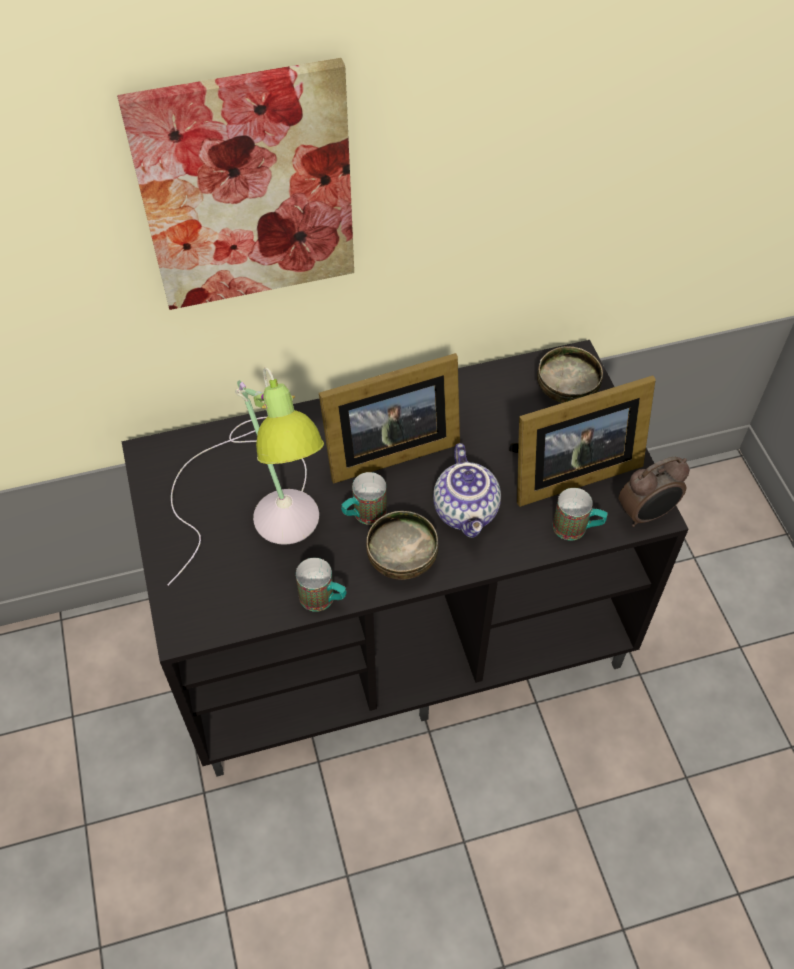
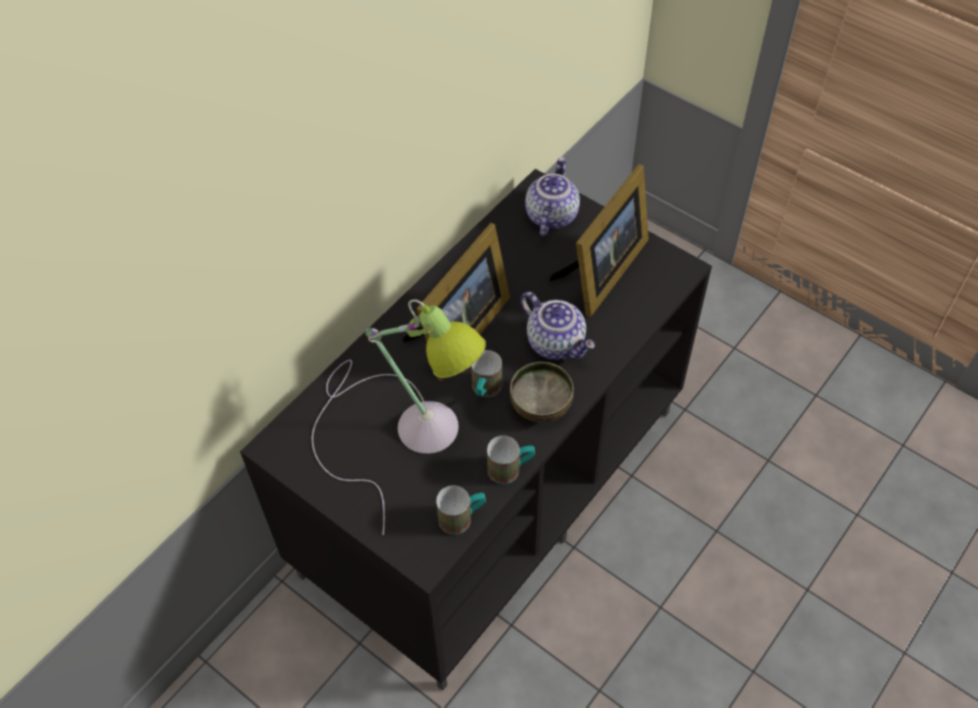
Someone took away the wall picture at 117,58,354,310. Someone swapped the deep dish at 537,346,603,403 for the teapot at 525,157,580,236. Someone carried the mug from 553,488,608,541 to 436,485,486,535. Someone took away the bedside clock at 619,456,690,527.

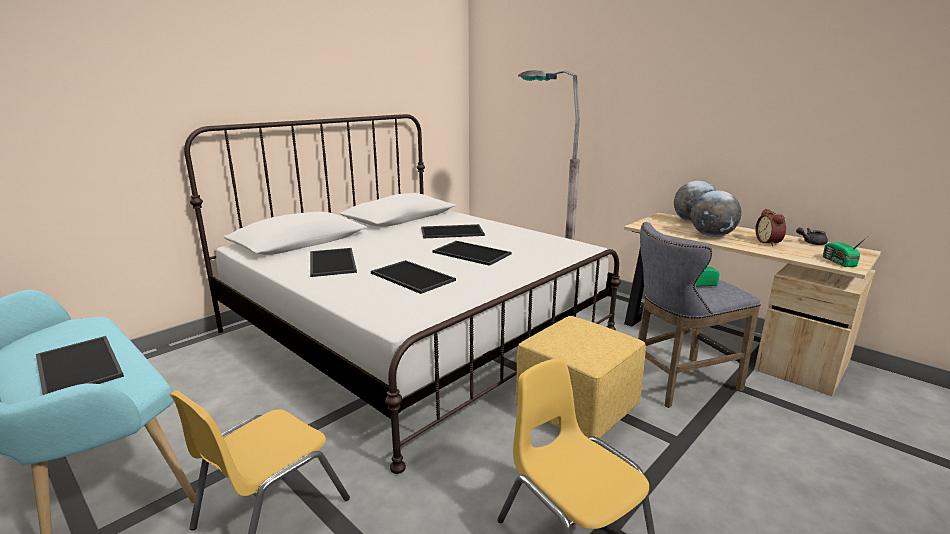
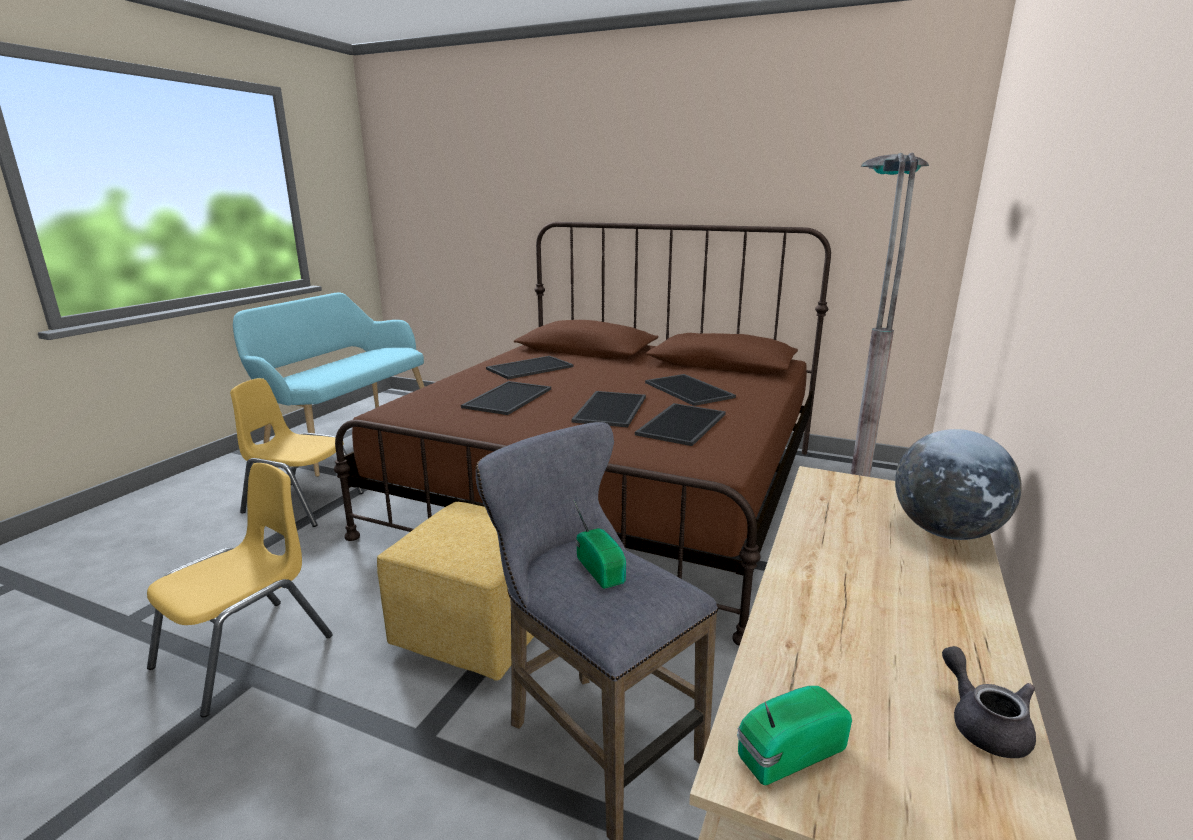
Someone carried the tray from 36,336,124,395 to 635,403,726,446. Someone repainted the bed/whitish at 184,114,621,474, which became the bed/brownish at 334,222,831,646. Someone took away the world globe at 691,190,742,237. Someone took away the bedside clock at 755,209,786,246.

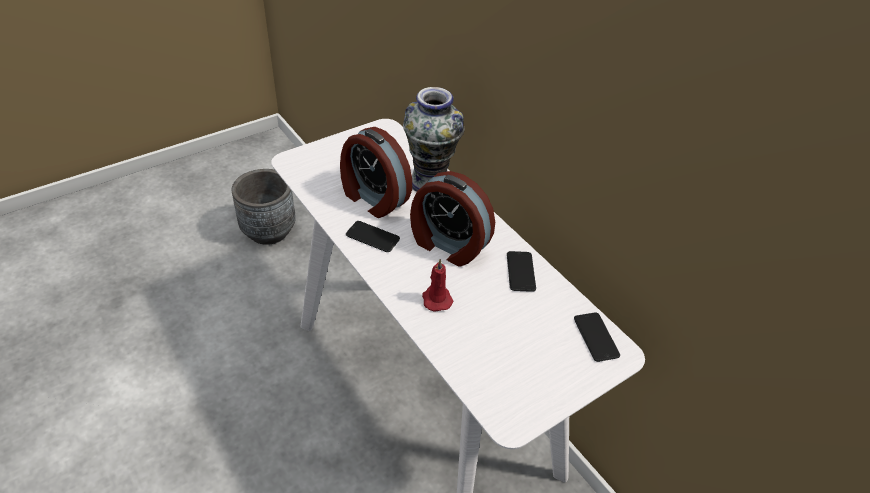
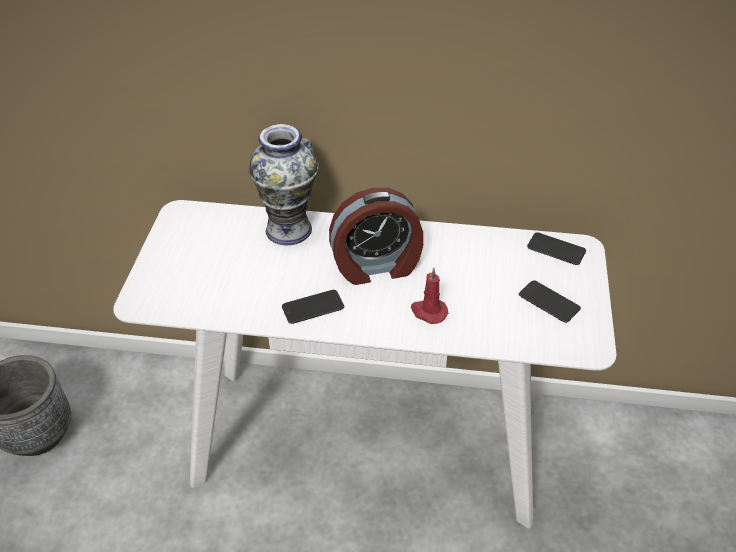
Someone took away the bedside clock at 340,127,412,218. Someone carried the phone from 507,251,536,292 to 519,280,581,323.

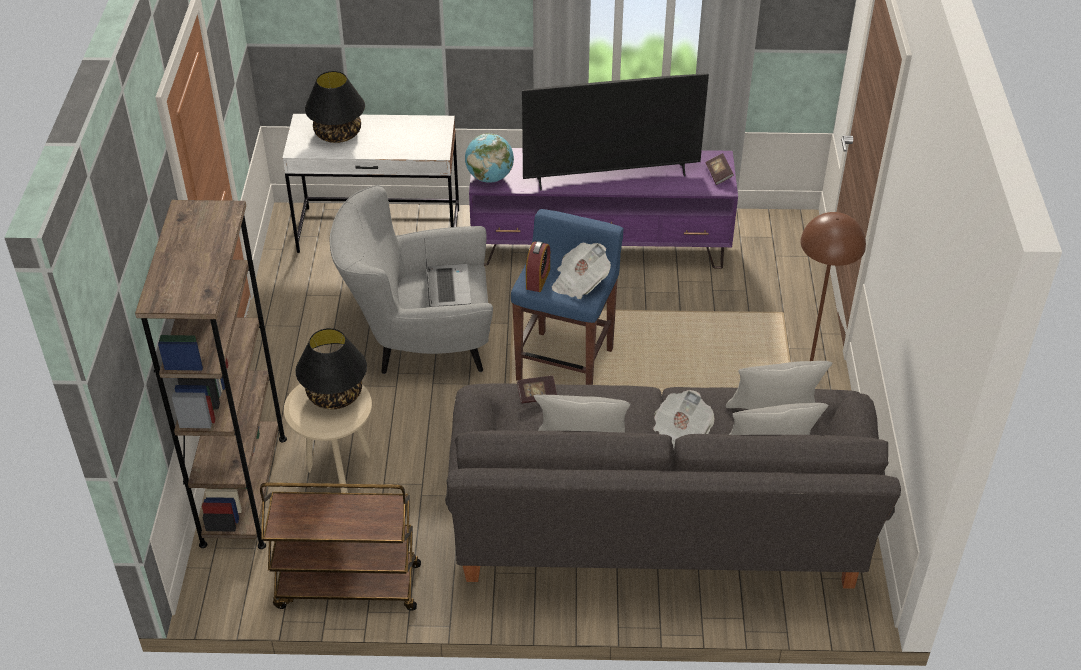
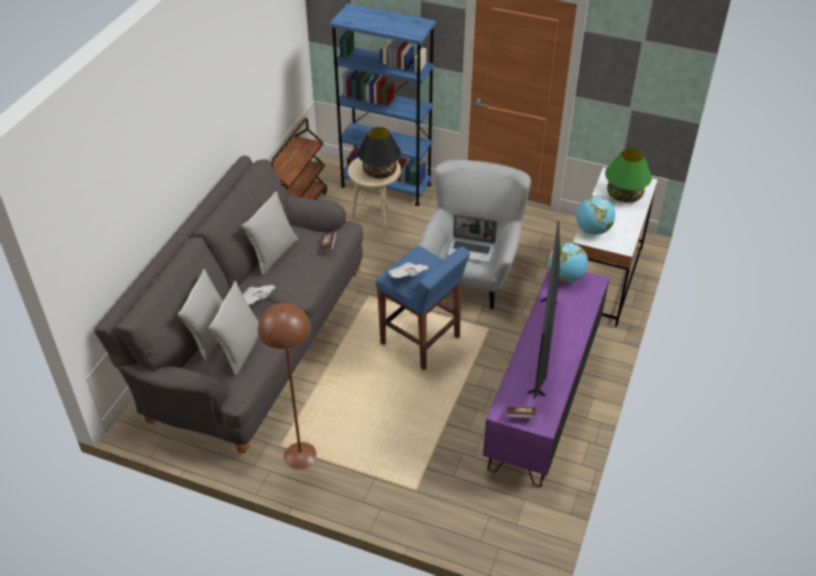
Someone repainted the shelving unit/brownish at 135,200,287,549, which became the shelving unit/blue at 329,3,436,206. Someone repainted the table lamp/black at 305,71,365,143, which became the table lamp/greenish at 605,148,652,203. Someone took away the bedside clock at 526,241,550,292. Someone put down the world globe at 576,196,615,235.

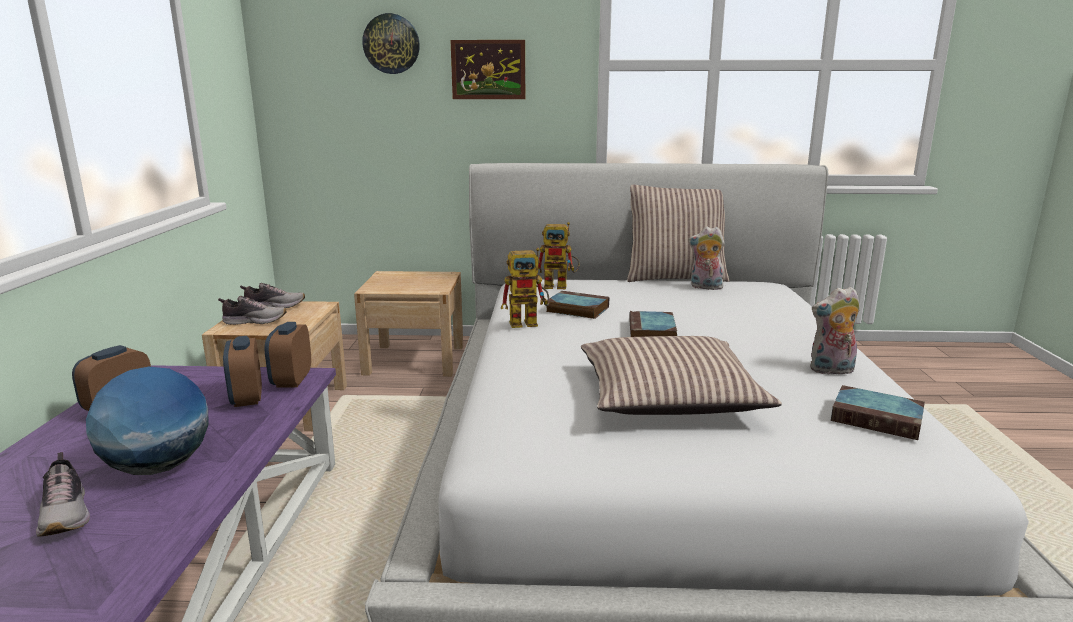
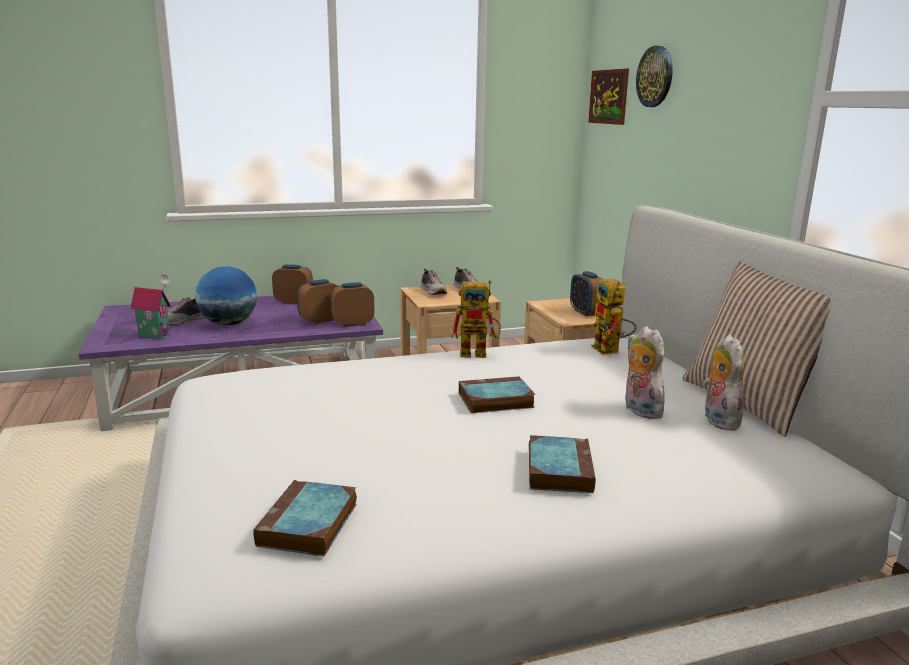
Someone carried the wall picture from 450,40,525,99 to 588,68,629,125. Someone rotated the robot figure at 501,248,550,328 by 60 degrees counterclockwise. Someone carried the volume from 546,291,609,319 to 529,435,596,493. Someone took away the pillow at 581,336,782,415. Someone carried the cuddly toy from 810,287,860,375 to 625,326,665,419. Someone put down the miniature house at 131,274,171,339. Someone put down the bedside clock at 570,271,602,316.

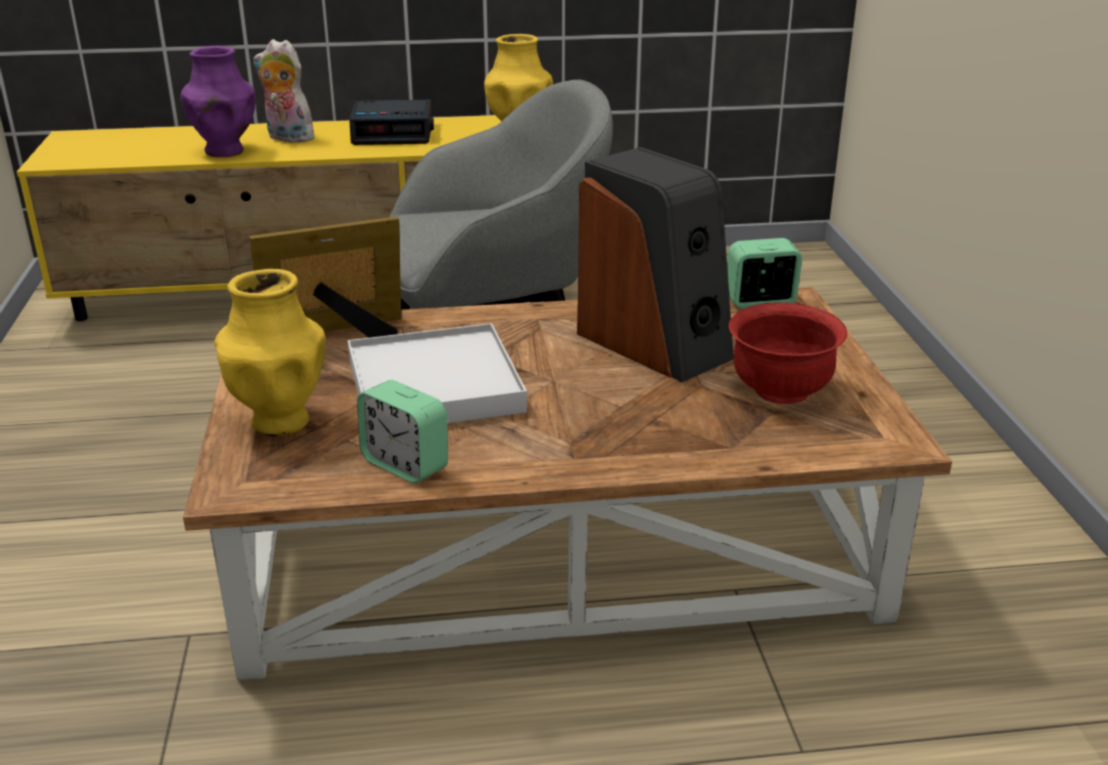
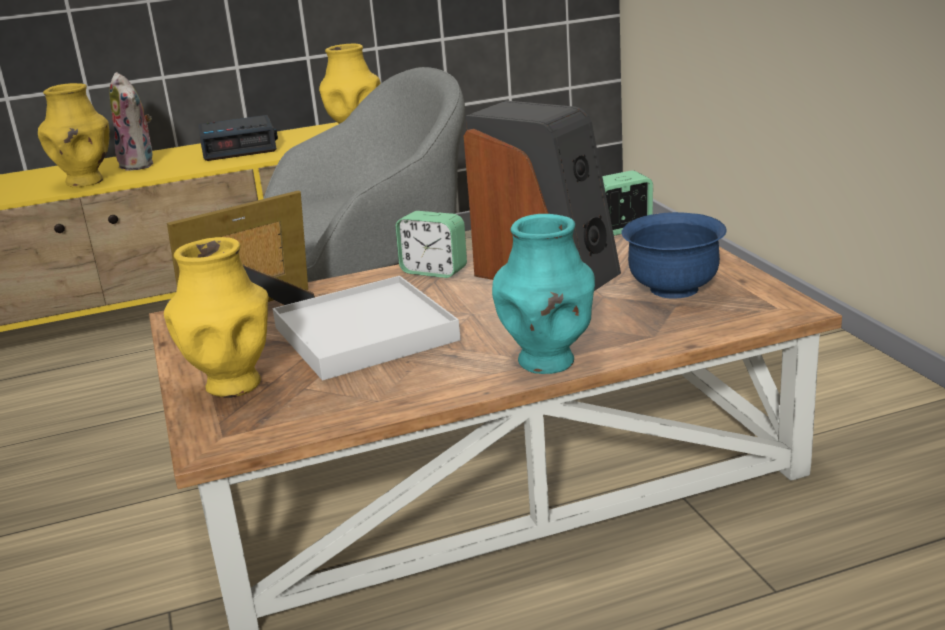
Someone repainted the vase/purple-coloured at 181,46,256,157, which became the vase/yellow-coloured at 38,83,109,187. Someone rotated the cuddly toy at 253,39,317,144 by 135 degrees counterclockwise. Someone carried the bedside clock from 357,380,448,483 to 396,211,467,278. Someone repainted the deep dish/red-coloured at 729,302,847,404, which became the deep dish/blue at 621,212,727,299. Someone put down the vase/turquoise-coloured at 492,214,595,374.

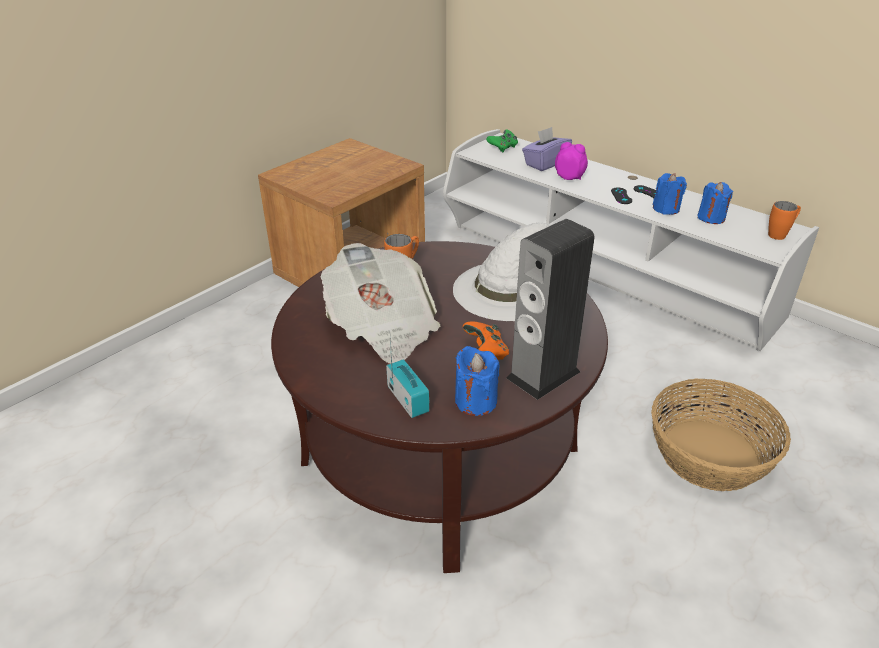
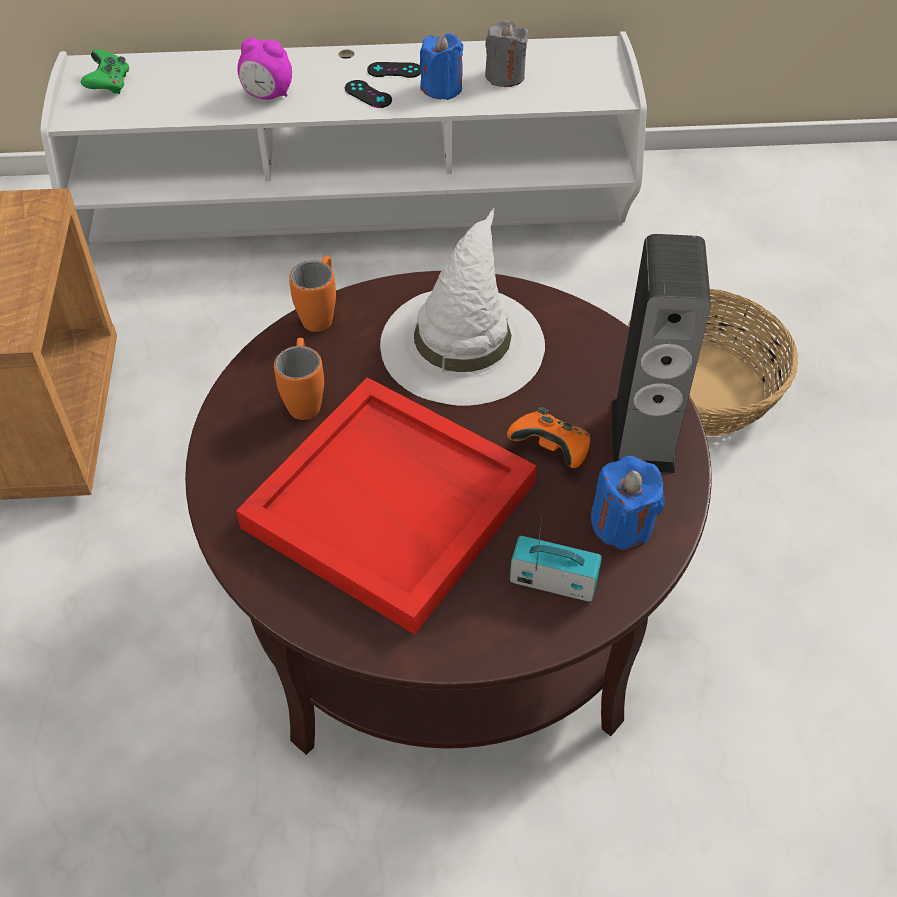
Someone swapped the newspaper at 321,243,440,364 for the tray/red-coloured at 236,377,537,634. Someone took away the tissue holder/purple-coloured at 522,127,572,171. Someone rotated the bedside clock at 555,142,588,180 by 150 degrees counterclockwise. Someone repainted the wax light/blue at 697,182,733,224, which became the wax light/gray at 485,20,528,87. Someone carried the mug/orange-coloured from 768,201,801,240 to 289,255,336,332.

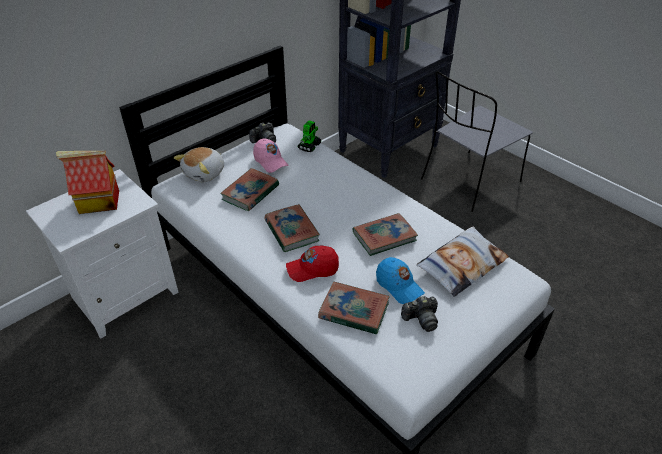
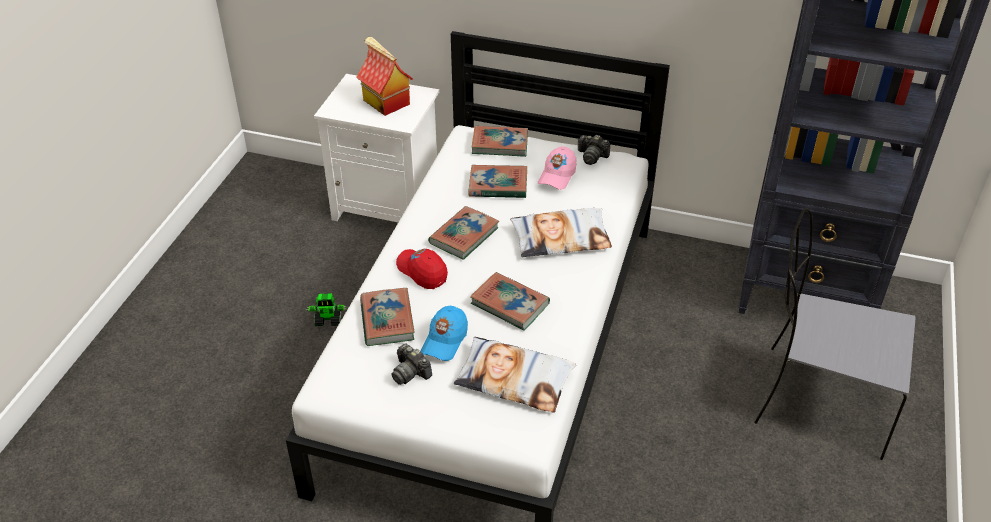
Someone swapped the cuddly toy at 174,147,224,182 for the volume at 472,126,528,157. Someone carried the robot figure from 298,120,322,152 to 306,293,348,326. Someone put down the pillow at 510,208,612,257.

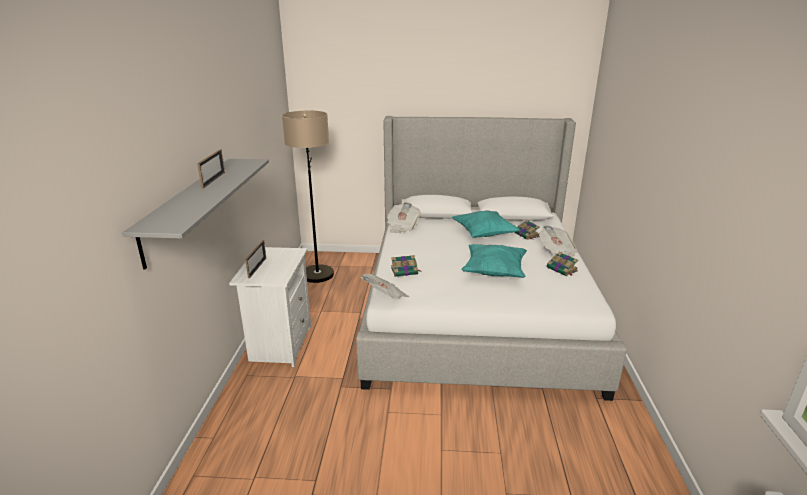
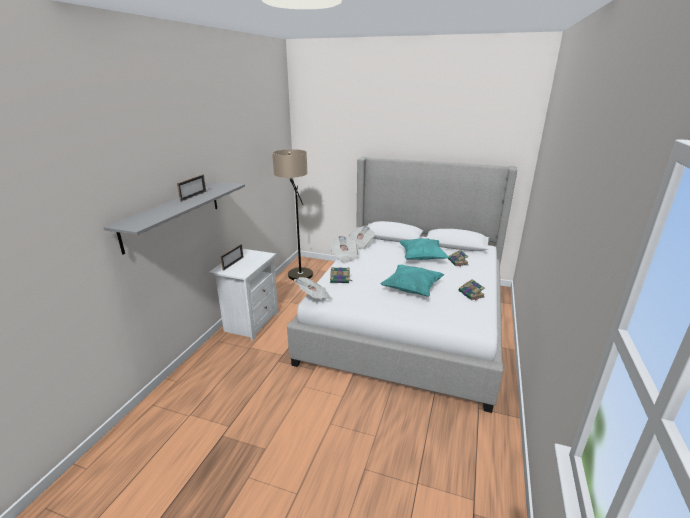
Someone carried the newspaper from 539,225,578,257 to 331,236,359,263.

